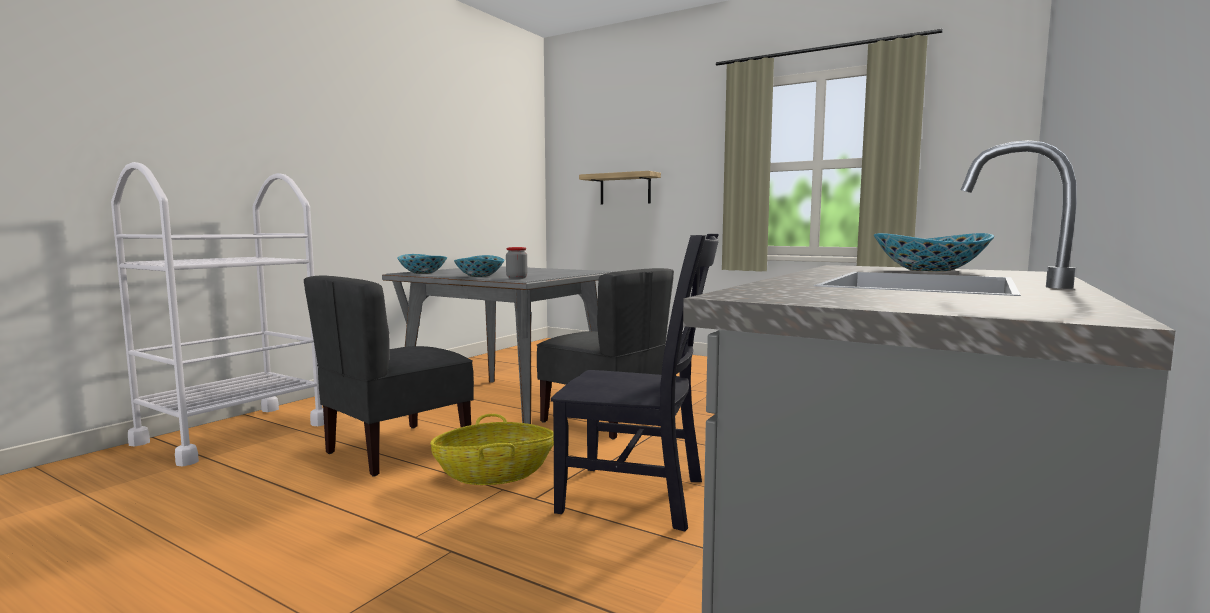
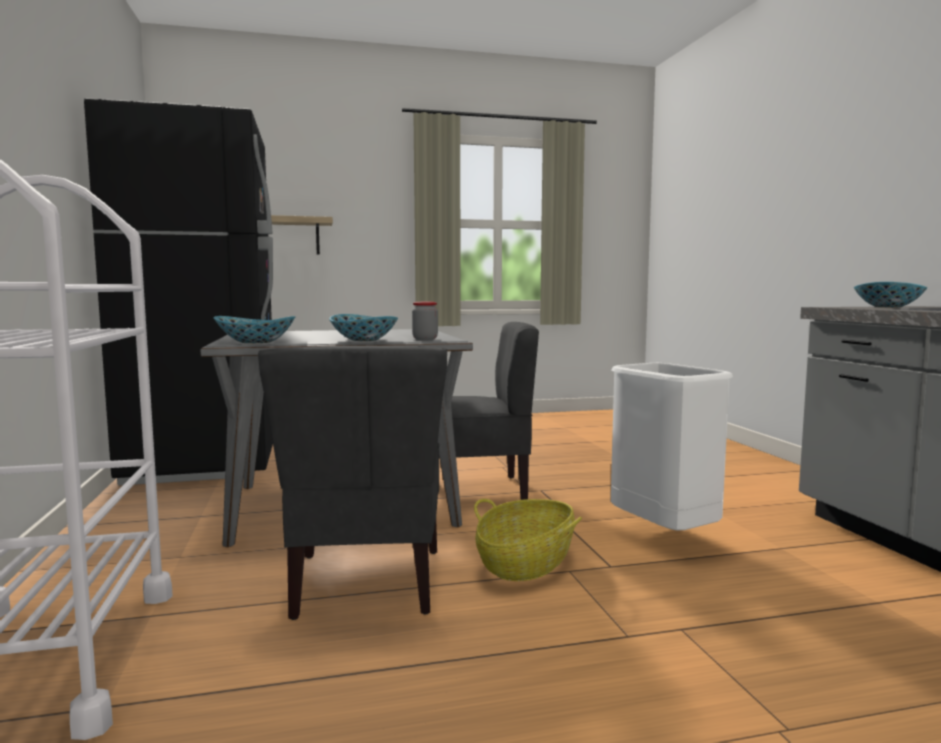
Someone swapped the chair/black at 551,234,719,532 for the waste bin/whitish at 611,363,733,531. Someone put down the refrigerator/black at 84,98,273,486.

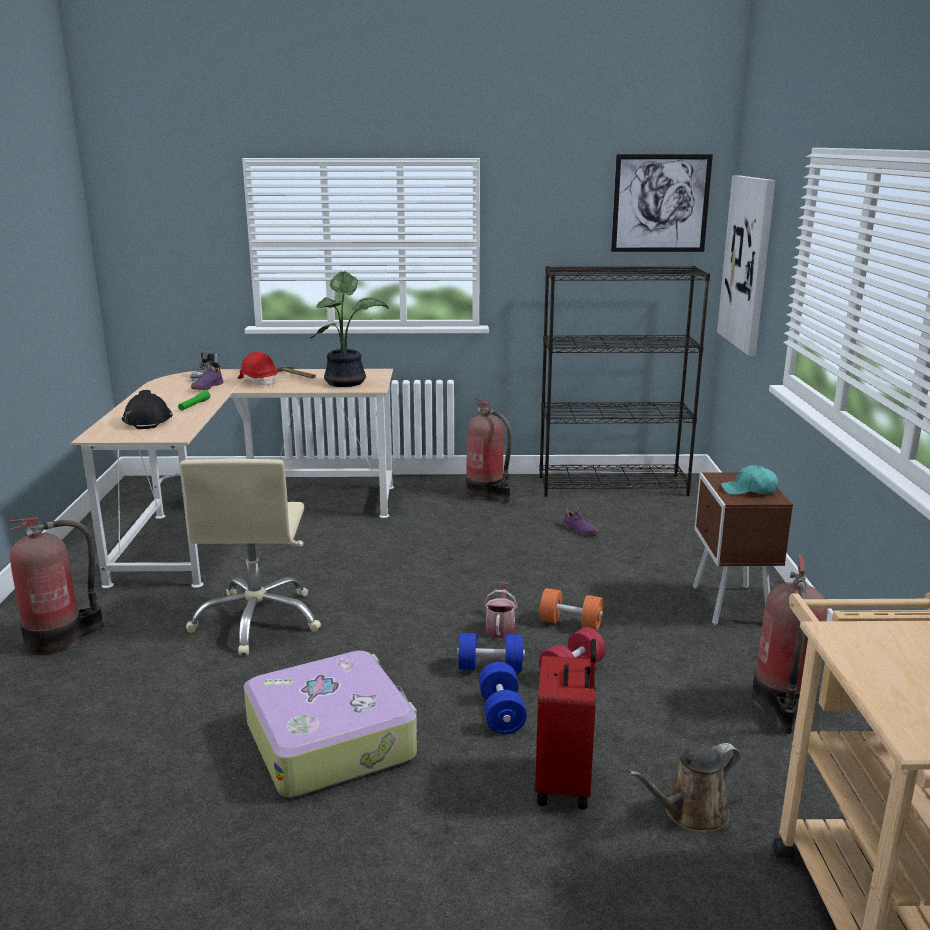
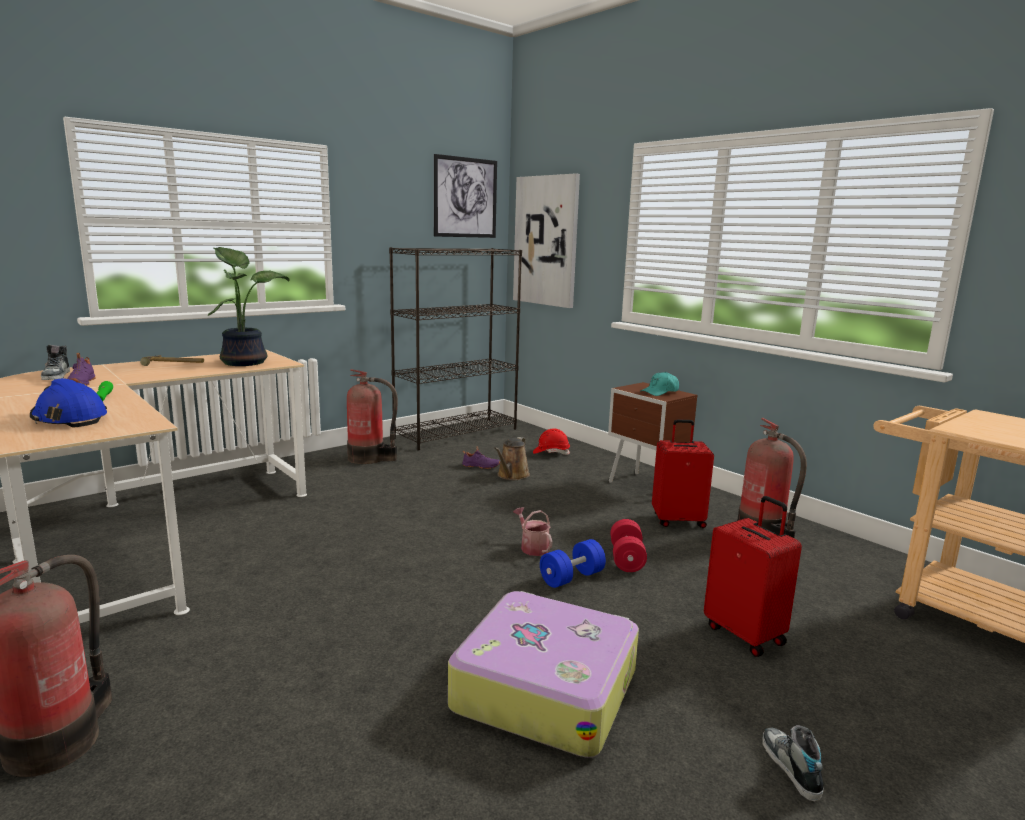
Someone repainted the safety helmet/black at 122,390,173,429, which became the safety helmet/blue at 30,378,107,428. Someone took away the desk chair/sand-coloured at 180,459,321,655. Someone carried the safety helmet/red-coloured from 238,352,277,386 to 533,429,570,455. Someone took away the free weight/blue at 479,662,527,734. Someone took away the free weight/orange-coloured at 539,588,603,631. Someone carried the watering can/brownish from 628,743,740,832 to 494,437,530,480. Someone put down the suitcase/red-coloured at 652,419,714,528. Someone put down the low shoe at 762,725,824,801.

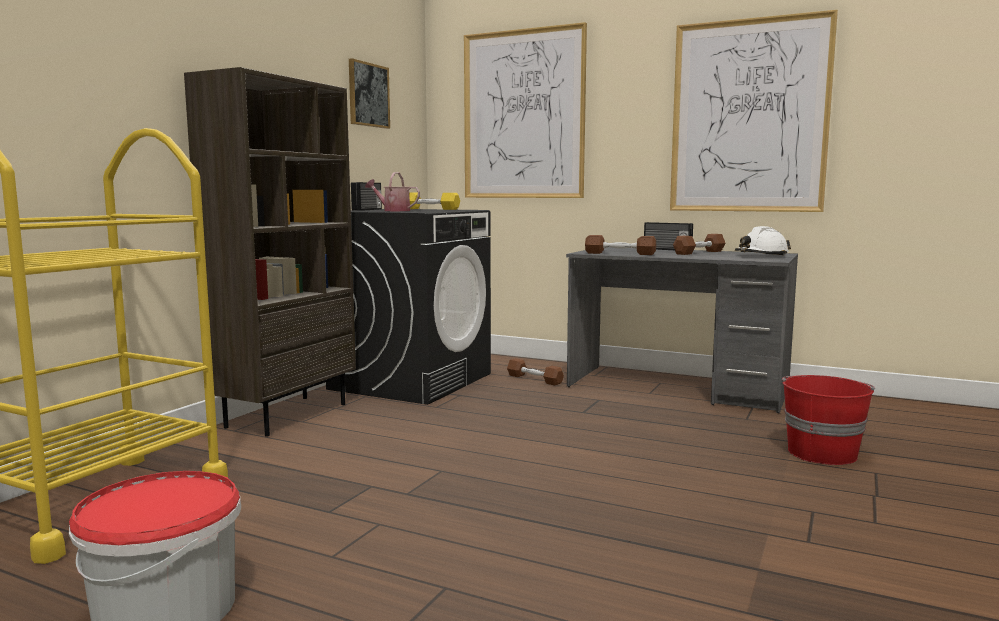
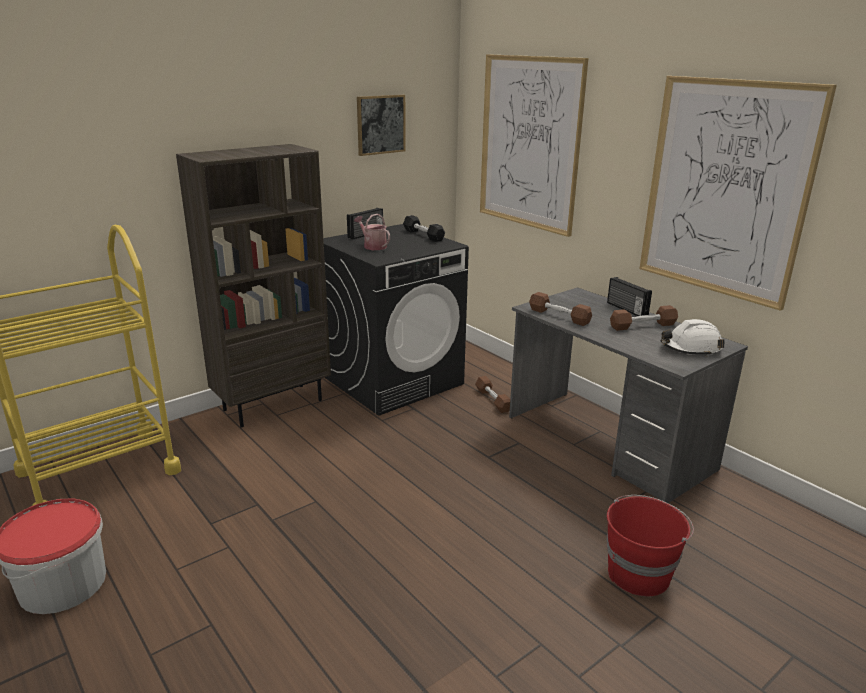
Someone repainted the free weight/yellow-coloured at 409,193,460,210, which became the free weight/black at 403,215,445,242.

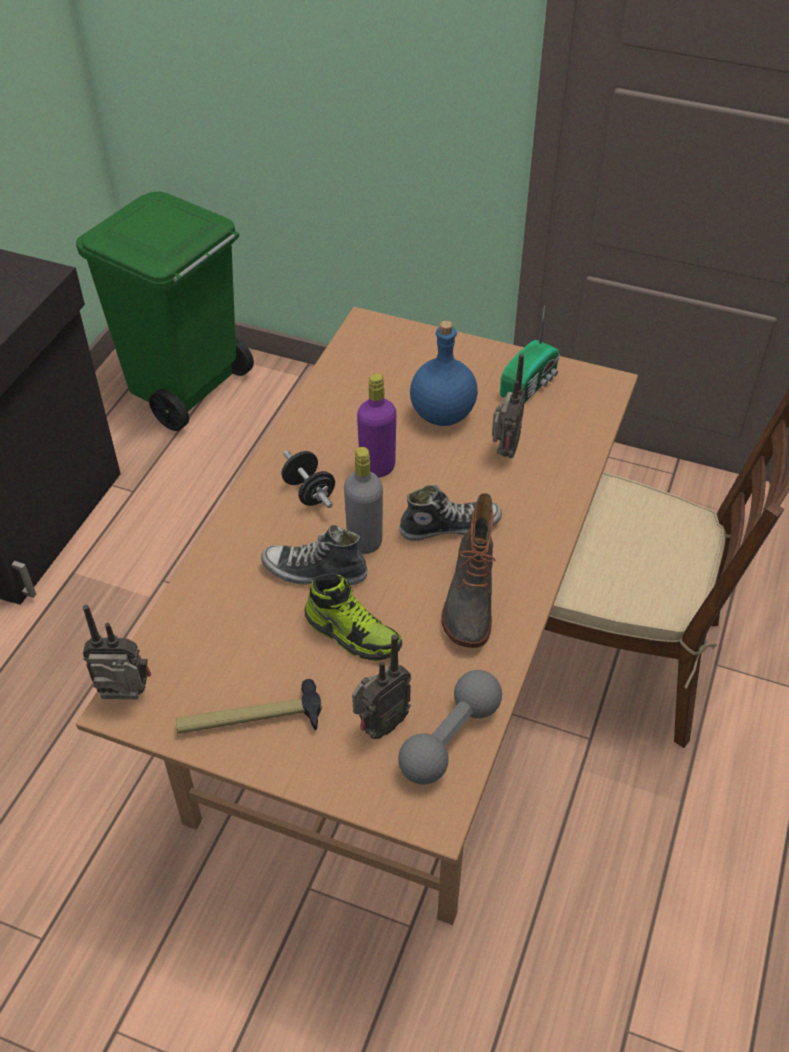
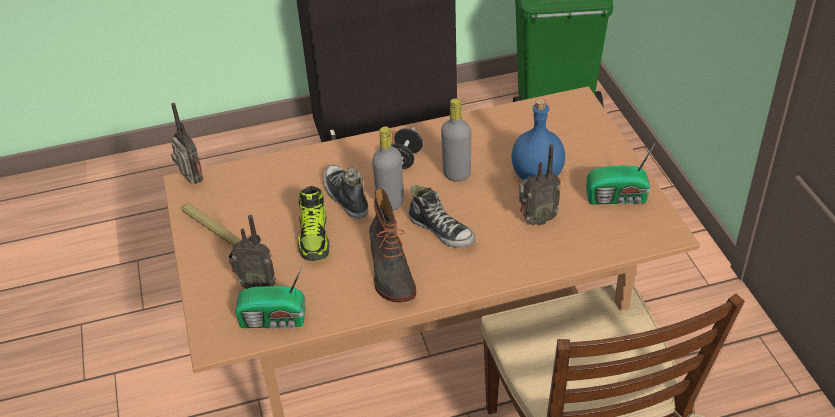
Someone repainted the beverage bottle/purple-coloured at 357,373,396,478, which became the beverage bottle/gray at 441,98,471,182. Someone swapped the free weight/gray at 398,670,502,785 for the radio receiver at 235,264,306,329. Someone rotated the boot at 441,493,495,648 by 75 degrees counterclockwise.

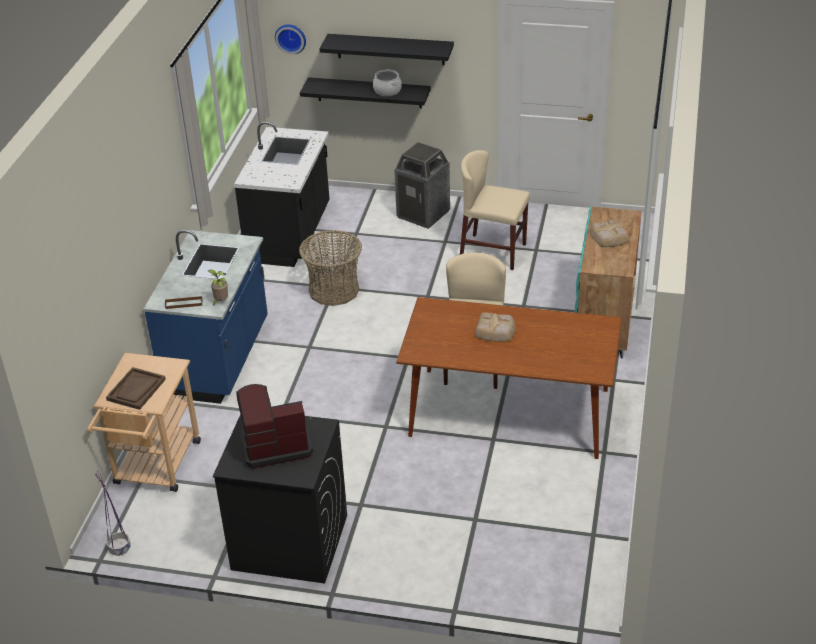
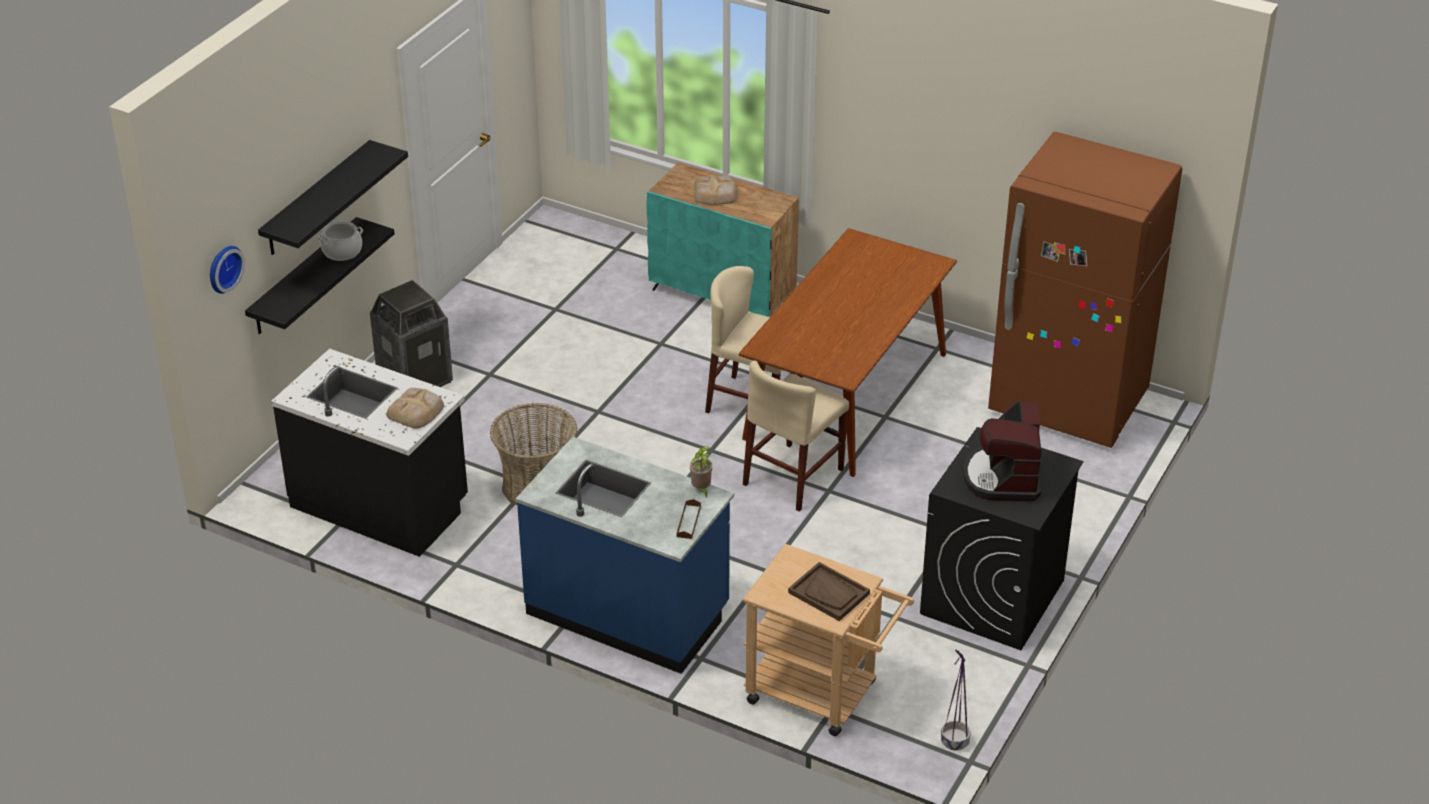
Someone carried the chair/sand-coloured from 460,150,530,270 to 743,360,849,511. Someone carried the bread from 475,313,516,342 to 386,388,444,428. Someone put down the refrigerator/brownish at 988,132,1182,448.

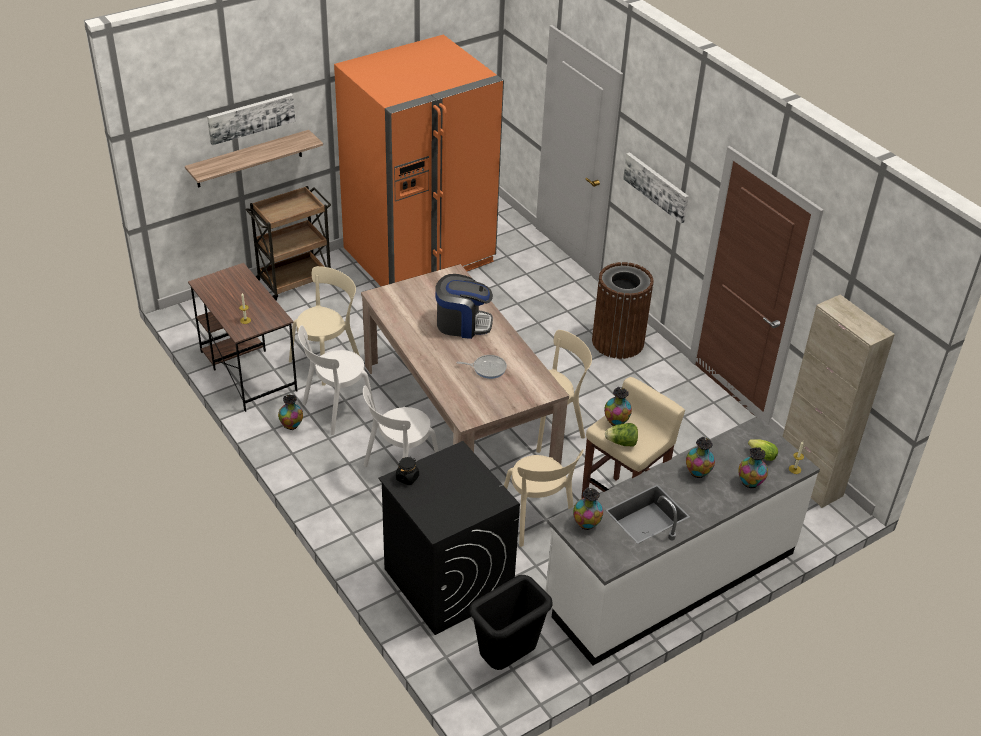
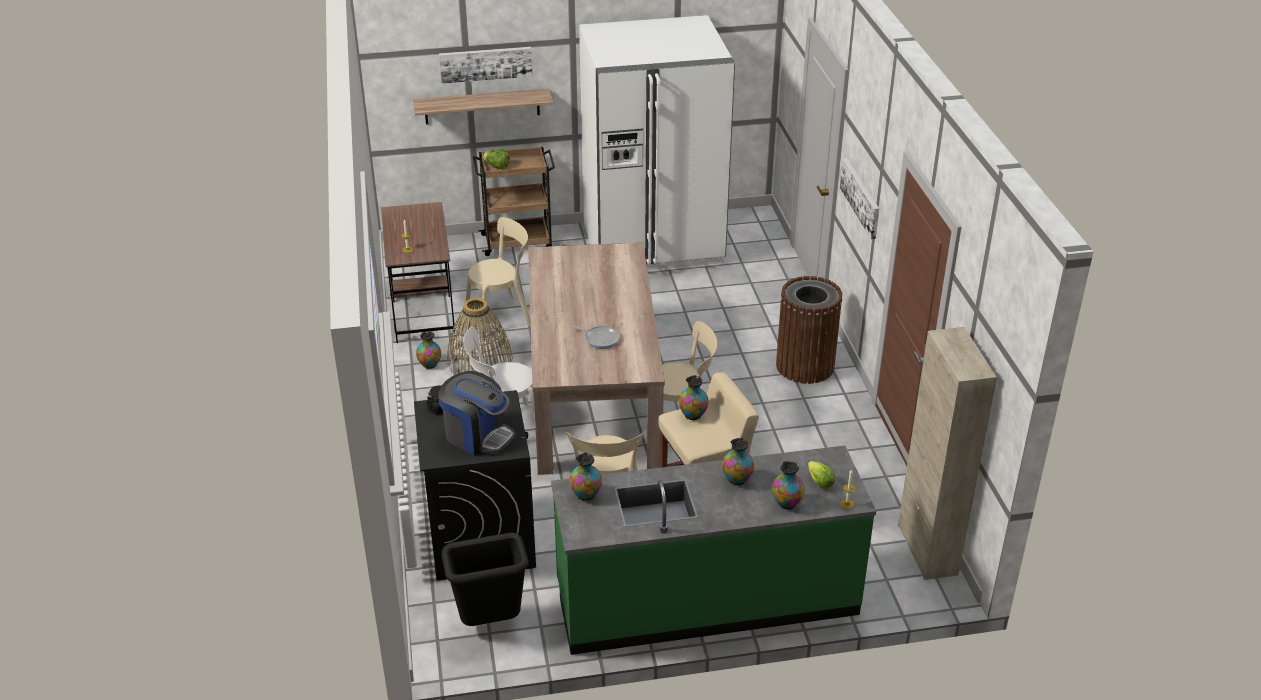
Someone swapped the chair/whitish at 298,325,376,435 for the basket at 447,298,513,375. Someone repainted the refrigerator/orange-coloured at 334,34,504,286, which became the refrigerator/whitish at 579,15,735,272. Someone carried the coffee maker from 435,274,493,339 to 438,371,516,455. Someone repainted the kitchen counter/whitish at 546,417,820,665, which became the kitchen counter/greenish at 551,446,876,655. Someone carried the lettuce head from 605,423,638,447 to 483,149,510,169.

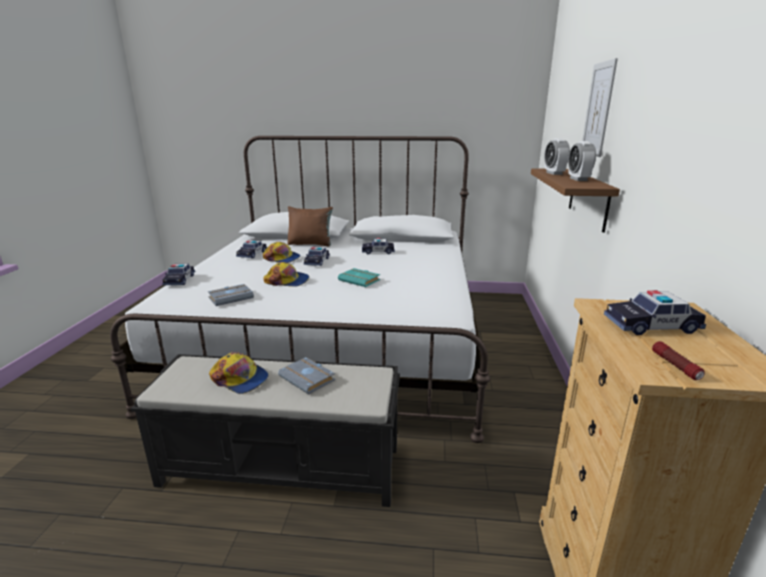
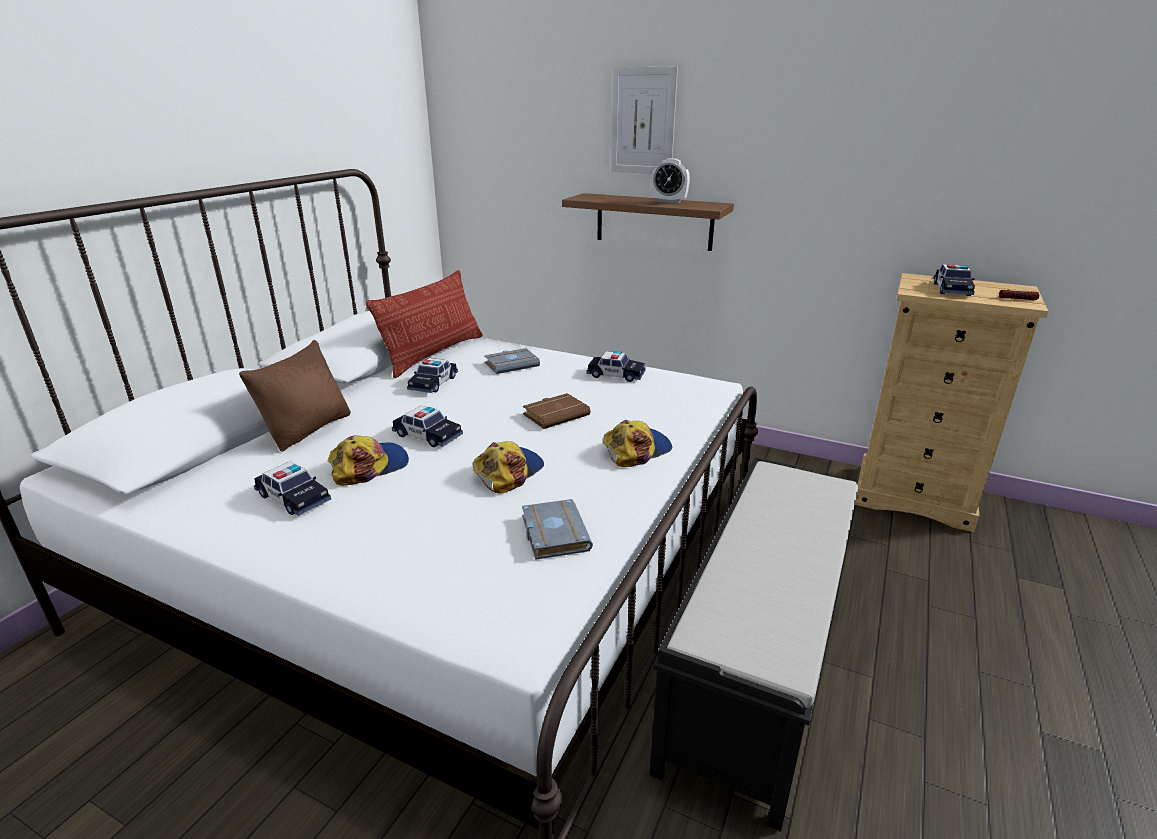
Someone carried the toy car from 162,264,195,285 to 587,351,646,382. Someone carried the cap from 209,352,269,394 to 603,420,672,467. Someone carried the volume/gray from 278,357,335,394 to 484,348,540,374. Someone repainted the volume/turquoise-coloured at 338,268,380,287, which became the volume/brownish at 523,393,591,429. Someone took away the bedside clock at 544,138,570,175. Someone put down the pillow at 366,270,483,378.

